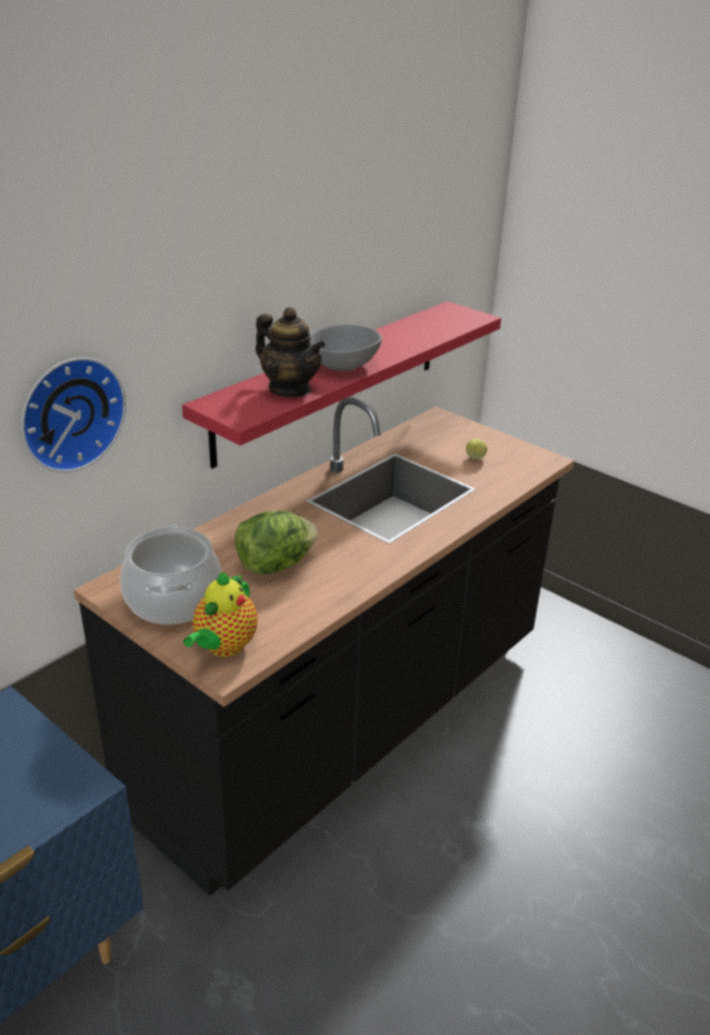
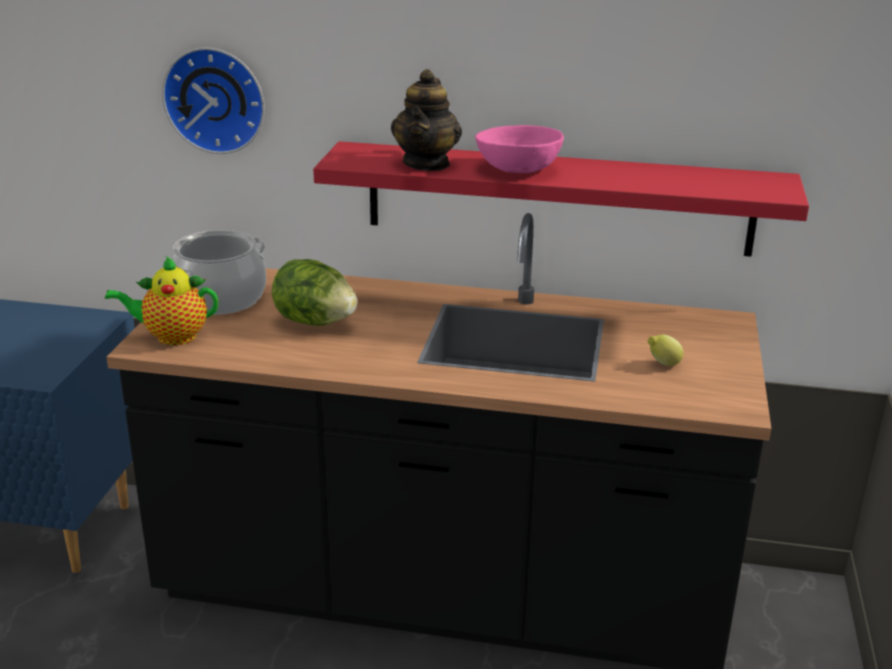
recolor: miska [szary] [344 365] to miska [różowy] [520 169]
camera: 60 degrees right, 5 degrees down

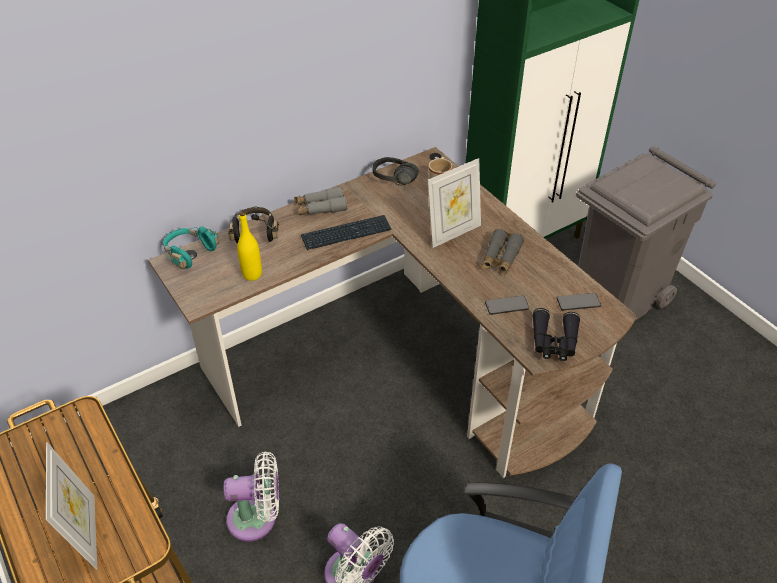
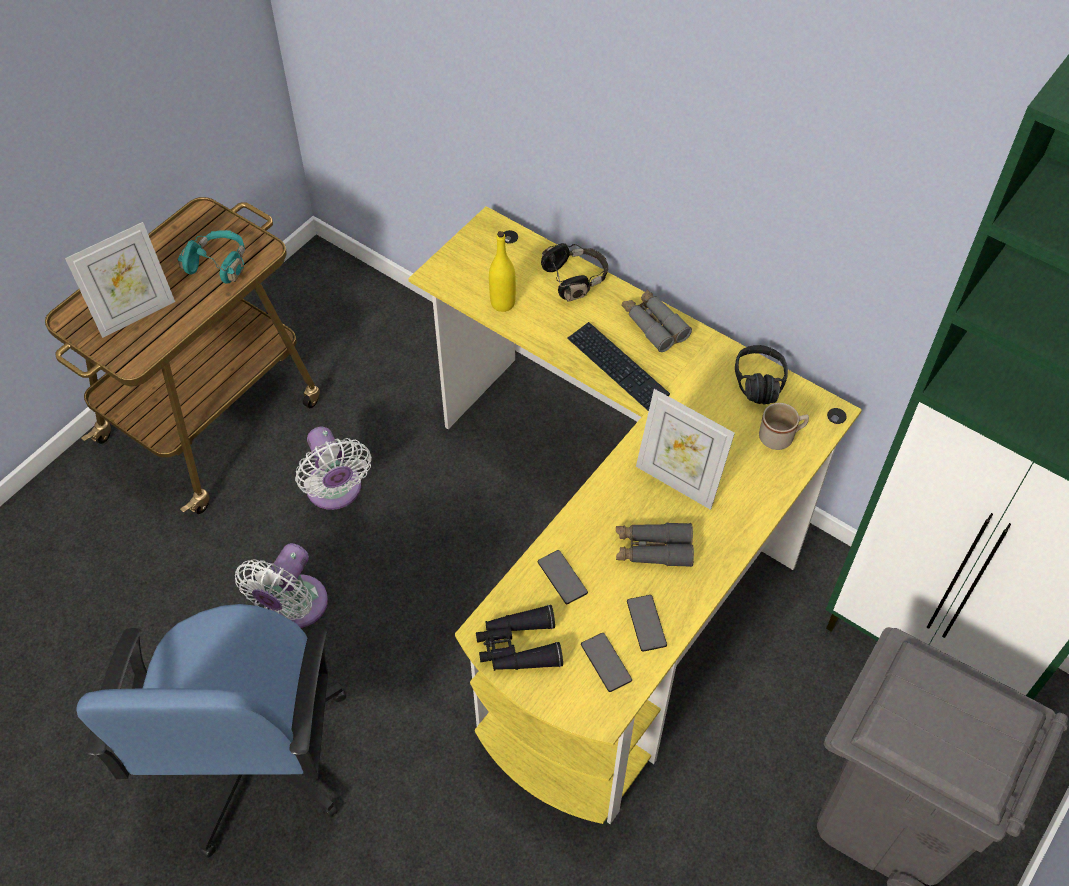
insert: telefon [646 623]
move: słuchawki [turkusowy] [189 253] to [219 264]
recolor: biurko [brązowy] [405 362] to biurko [żółty] [614 563]
camera: 70 degrees right, 10 degrees up

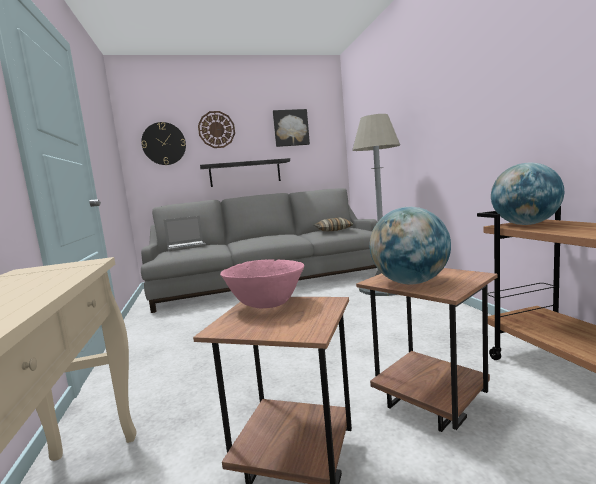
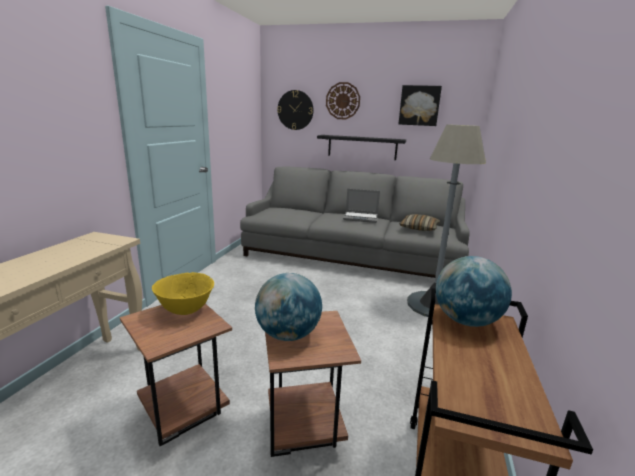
move: laptop [187 246] to [361 218]
recolor: miska [różowy] [266 305] to miska [żółty] [185 309]
camera: 30 degrees right, 10 degrees up

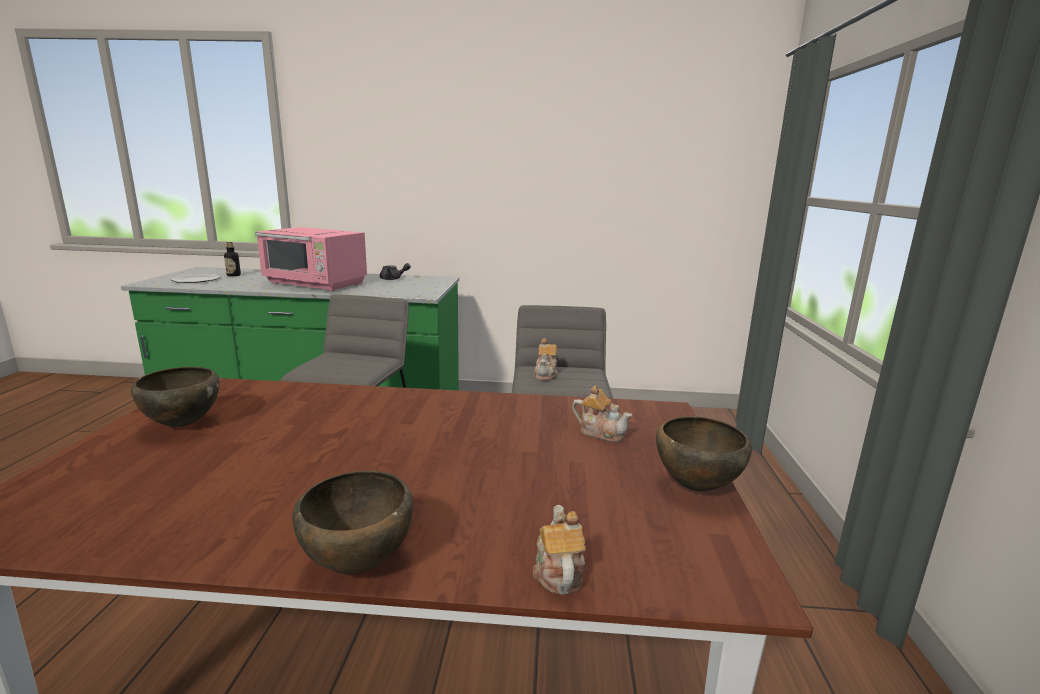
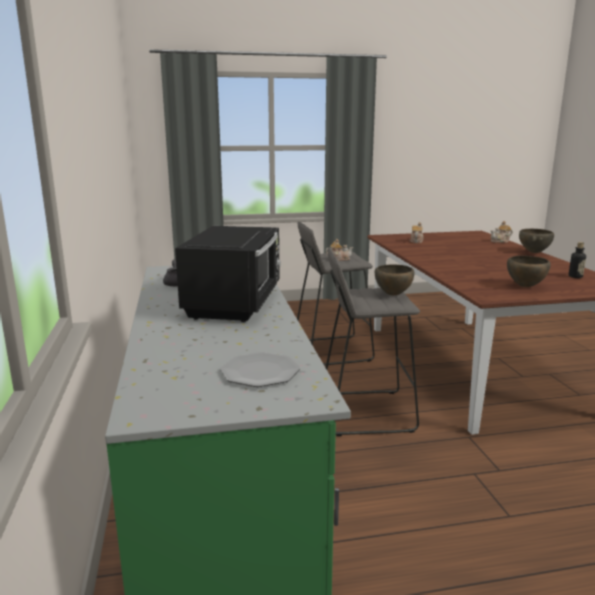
move: butelka [233 275] to [575 276]; miska [brązowy] [695 487] to [393 294]
recolor: mikrofalówka [różowy] [315 284] to mikrofalówka [czarny] [236 303]
camera: 105 degrees left, 0 degrees up

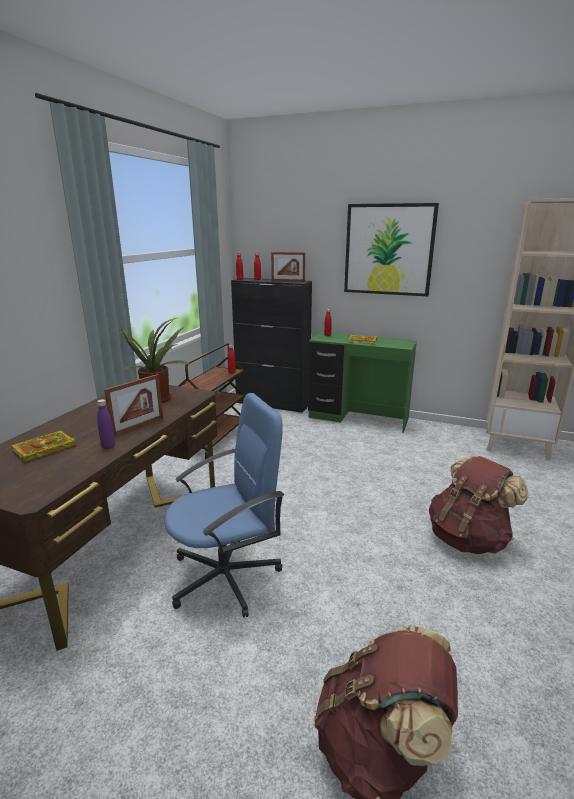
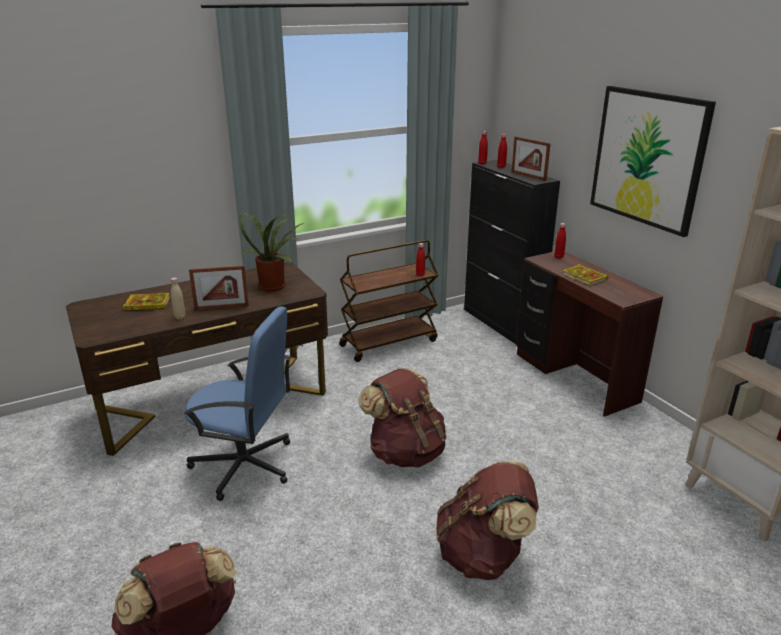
insert: plecak [brązowy] [405 452]
recolor: butelka [fioletowy] [108 446] to butelka [beżowy] [180 317]; biurko [zielony] [358 419] to biurko [brązowy] [573 378]
camera: 40 degrees right, 5 degrees up

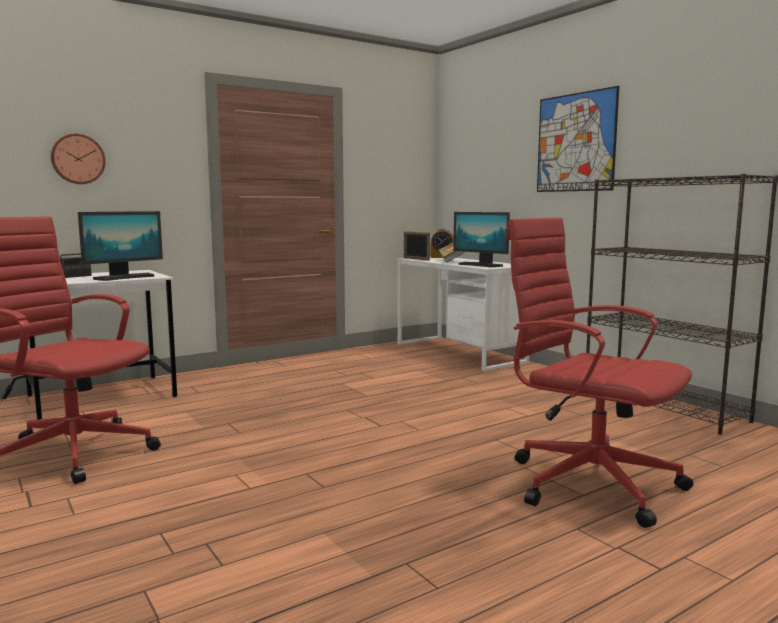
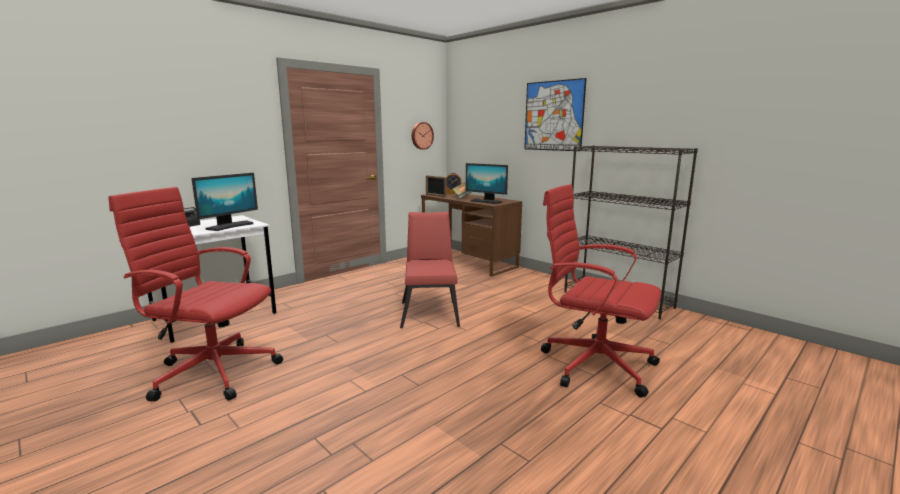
insert: krzesło [czerwony] [430 312]
move: zegar ścienny [78 159] to [421 135]
recolor: biurko [biały] [459 352] to biurko [brązowy] [468 261]
camera: 10 degrees left, 5 degrees up

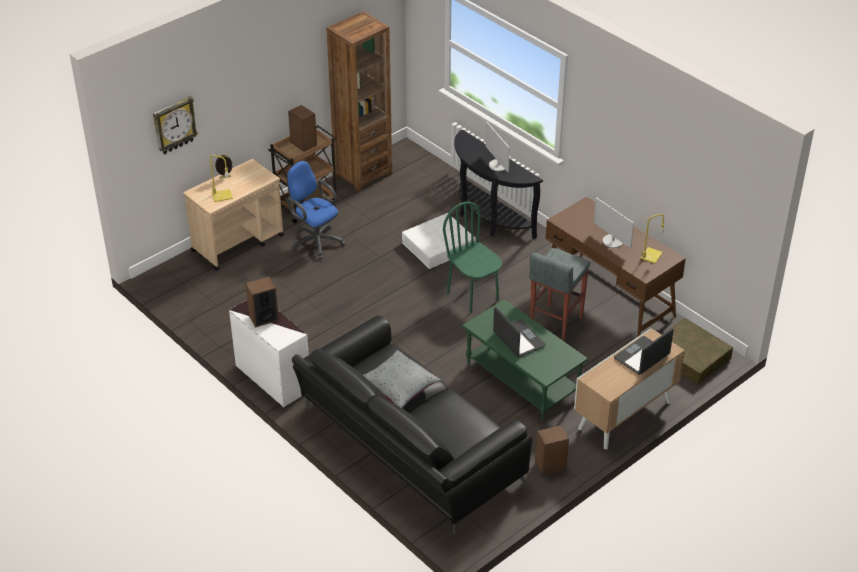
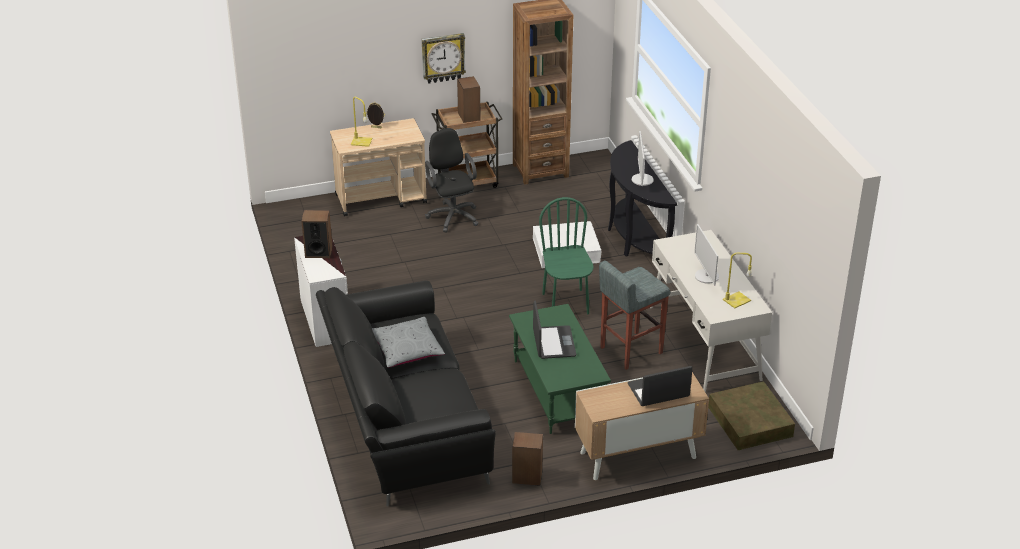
move: zegar ścienny [174 125] to [443 57]
recolor: krzesło biurowe [niebieski] [315 241] to krzesło biurowe [czarny] [452 215]; biurko [brązowy] [608 297] to biurko [biały] [704 342]
camera: 25 degrees right, 5 degrees down

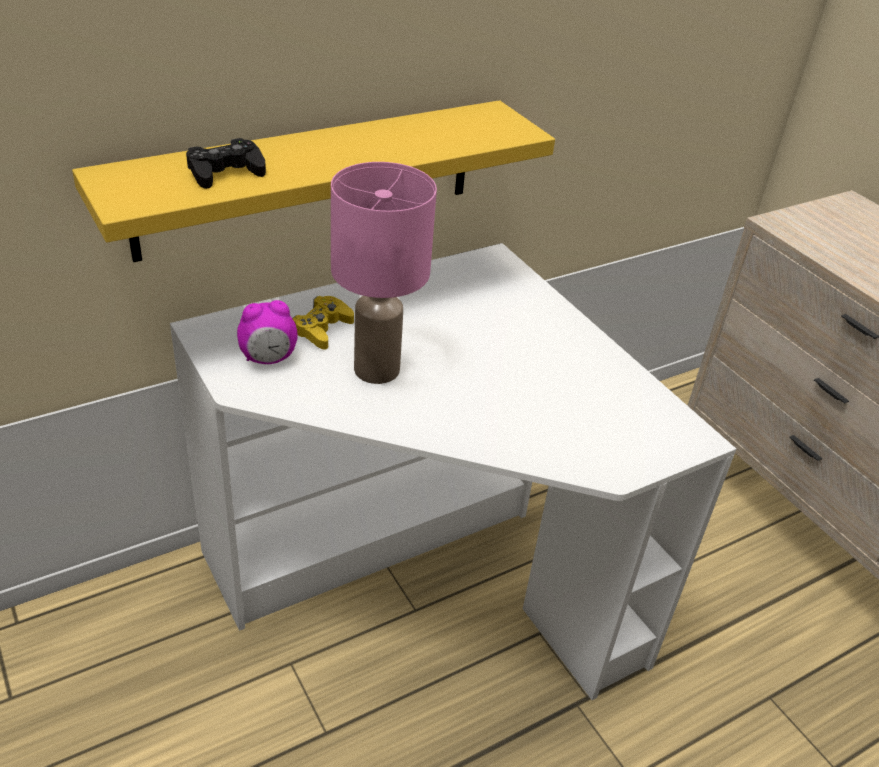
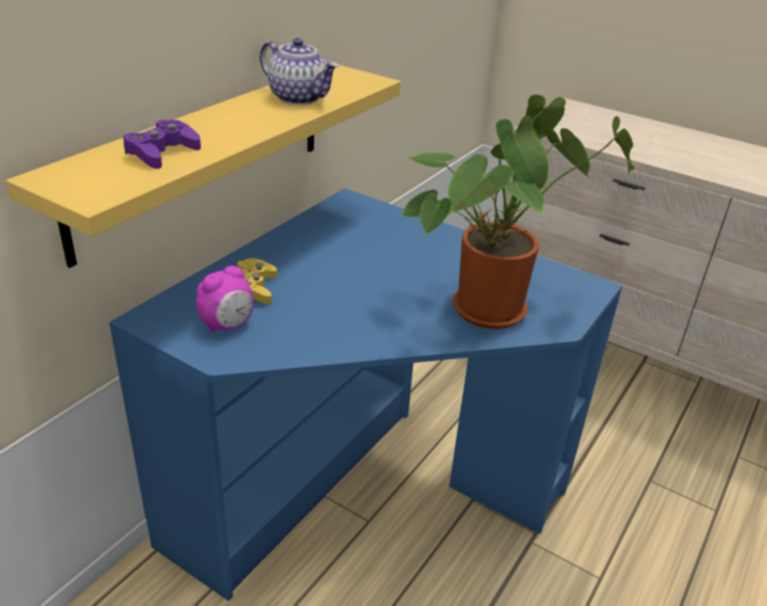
delete: lampa stołowa [różowy] [378 369]
insert: imbryk [299 98]; roślina doniczkowa [492 306]
recolor: biurko [biały] [425 579] to biurko [niebieski] [361 493]; pad do gier [czarny] [225 172] to pad do gier [fioletowy] [162 153]
camera: 25 degrees left, 5 degrees down

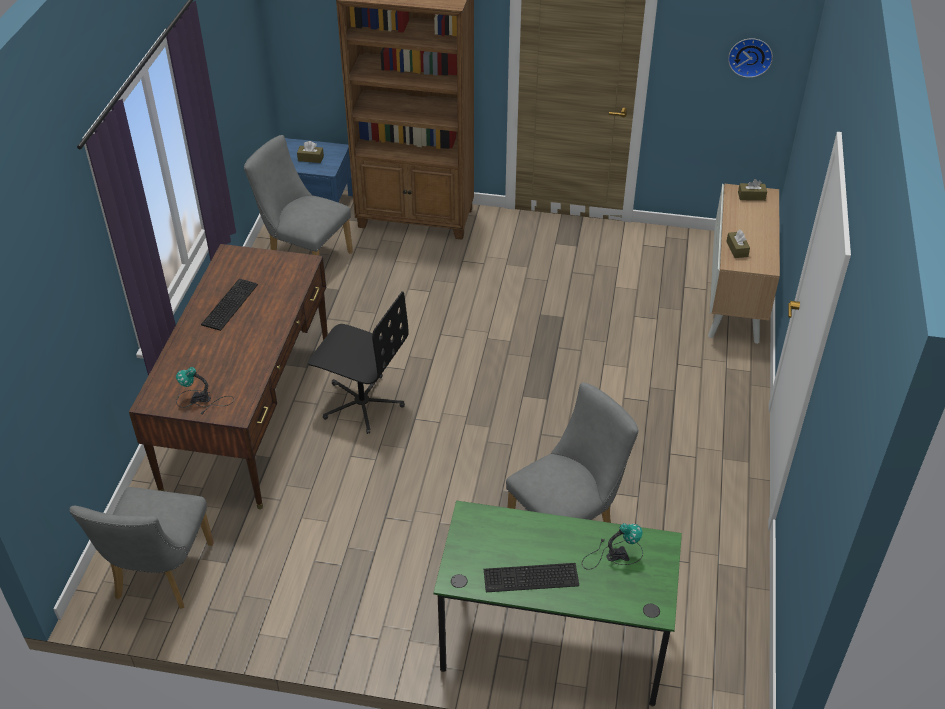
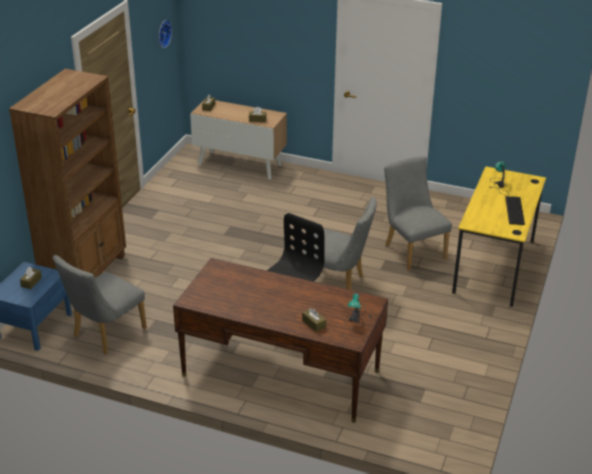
delete: klawiatura [228 304]
insert: pudełko chusteczek [brązowy] [314 324]
move: krzesło [szary] [160 577] to [337 284]
recolor: biurko [zielony] [553 642] to biurko [żółty] [494 266]
camera: 80 degrees left, 10 degrees down

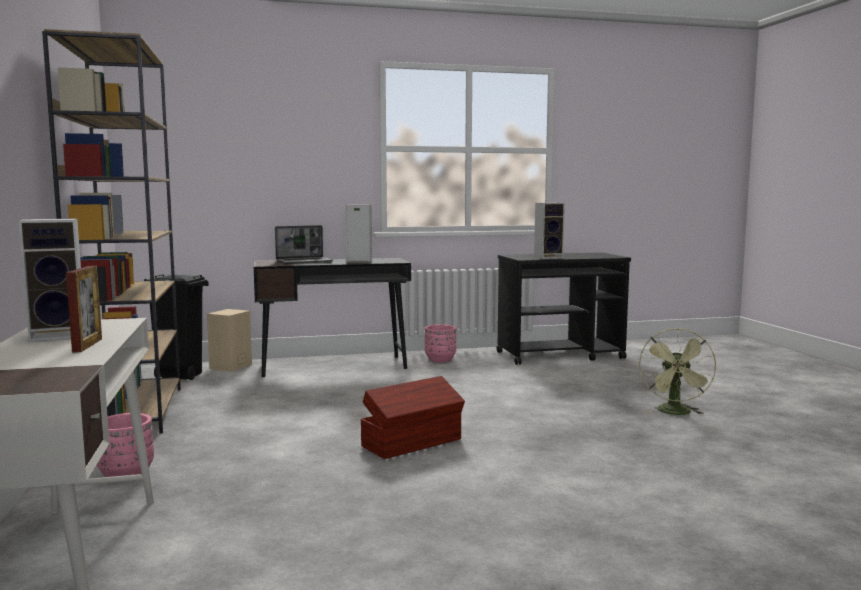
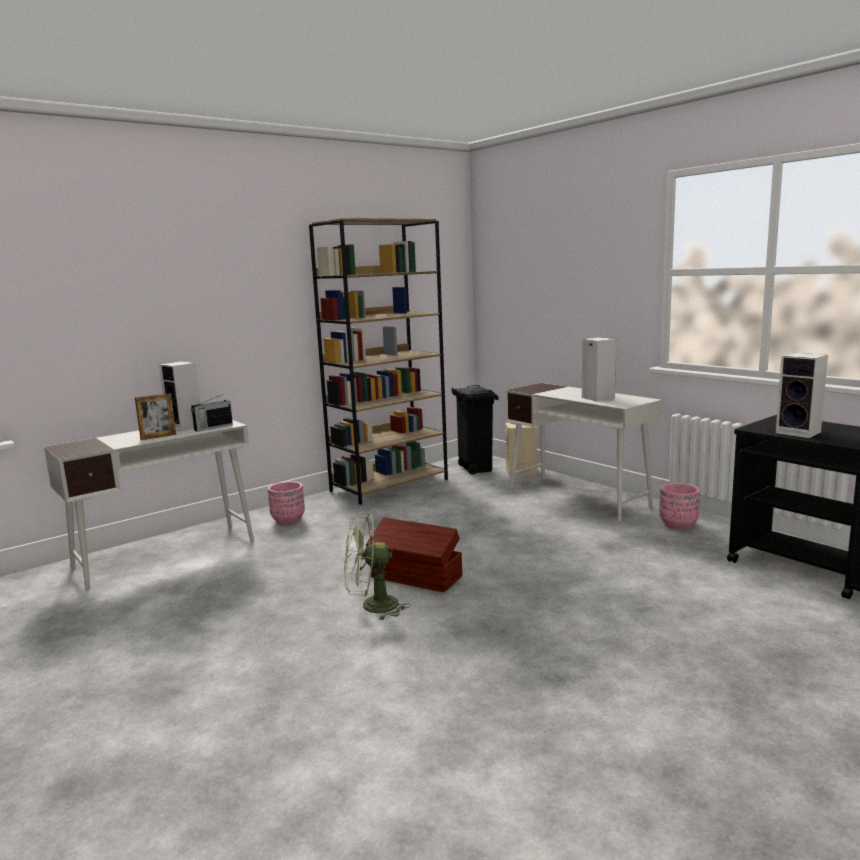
delete: laptop [305 262]
insert: radio [212 427]
move: wentylator [zielony] [676 413] to [372 607]
recolor: biurko [czarny] [334 366] to biurko [biały] [578 497]
camera: 65 degrees right, 5 degrees up

